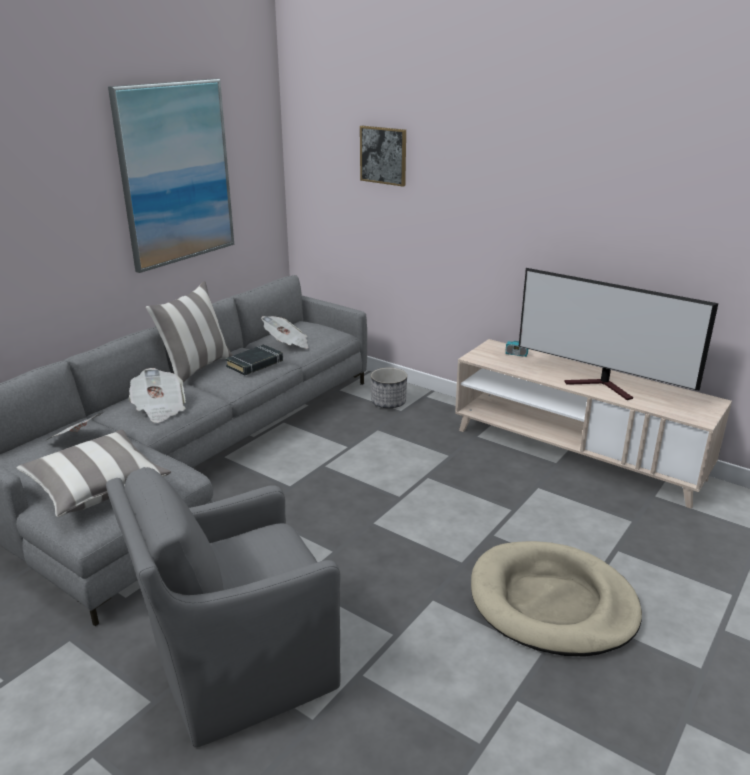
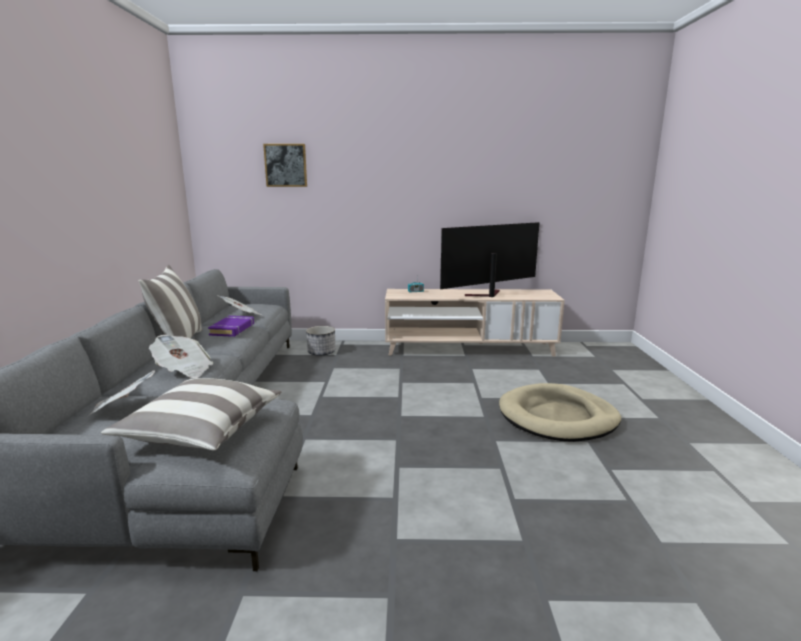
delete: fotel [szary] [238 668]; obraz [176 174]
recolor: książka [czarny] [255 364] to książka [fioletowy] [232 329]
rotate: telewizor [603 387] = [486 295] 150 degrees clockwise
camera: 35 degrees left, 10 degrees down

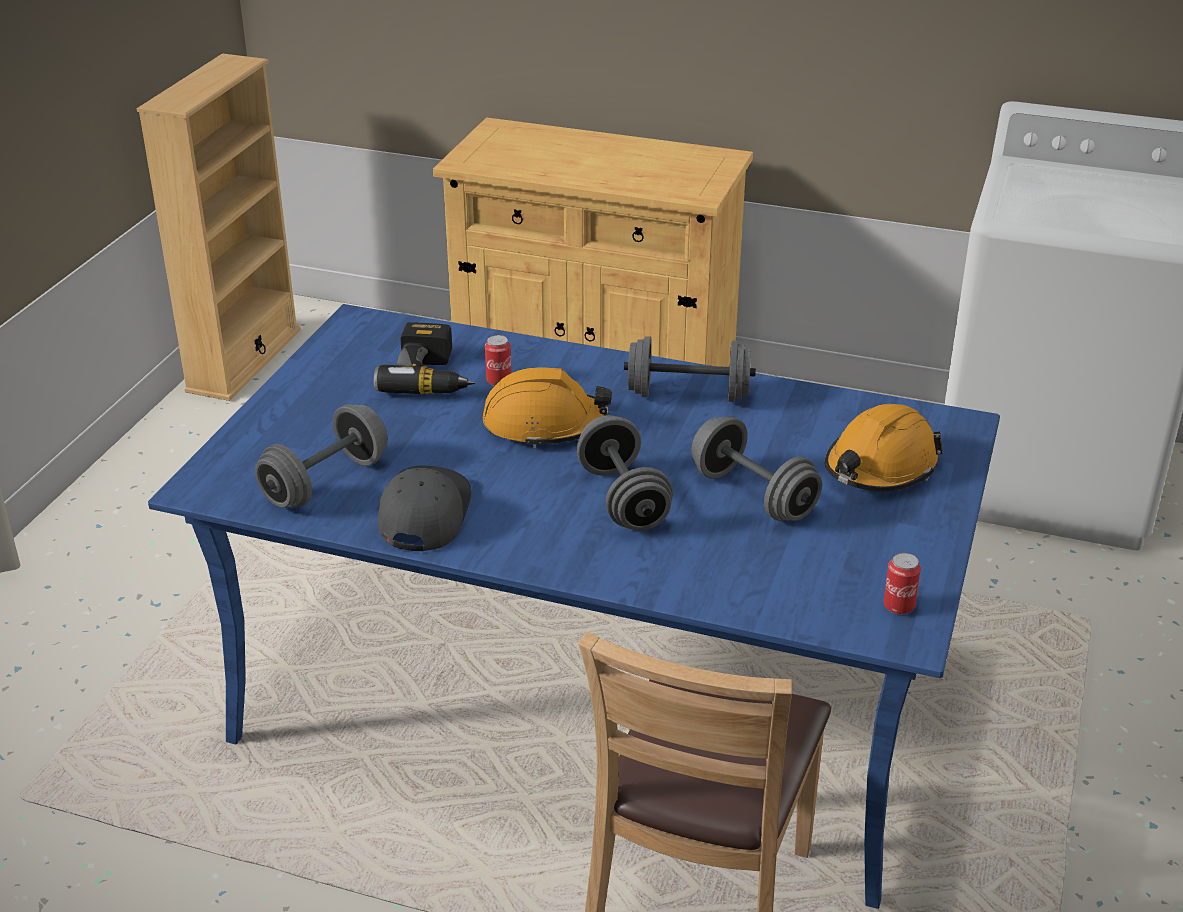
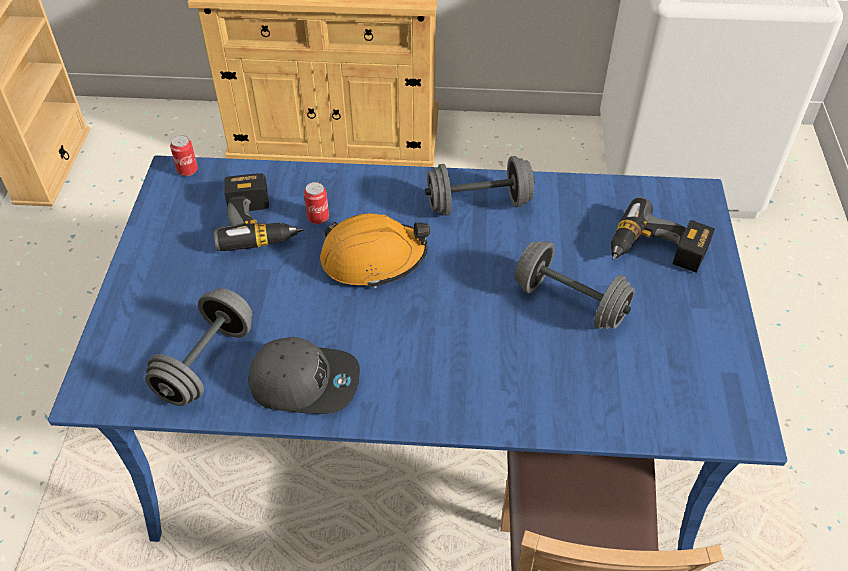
delete: hantel [szary] [623 499]
move: puszka [898 606] to [187 170]
replace: kask [pomarańczowy] [880 467] to wiertarka [655 252]
rotate: czapka z daszkiem [szary] [423 514] = [305 382] 105 degrees clockwise
camera: 15 degrees left, 15 degrees up

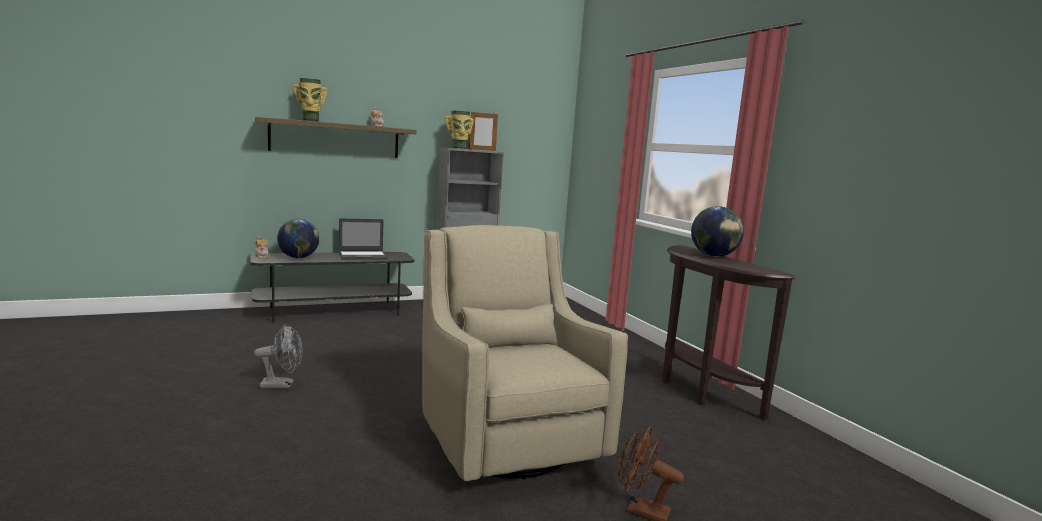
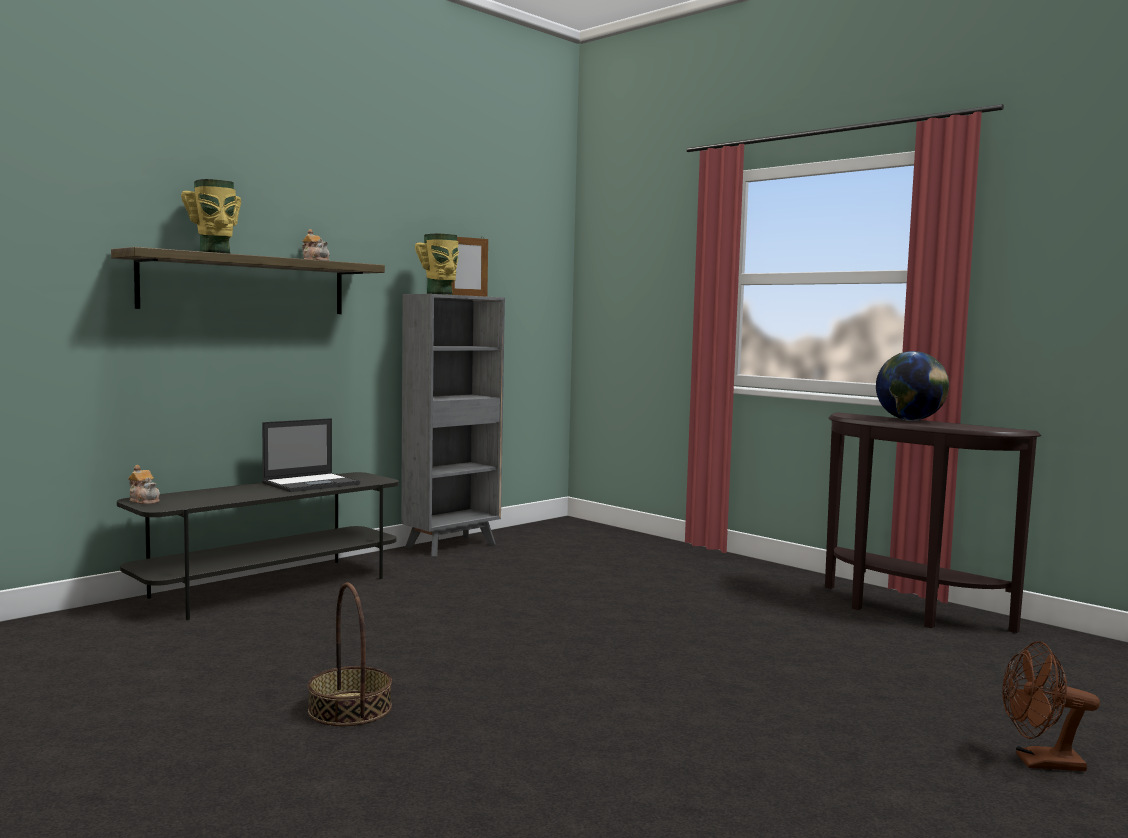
delete: globus [298 258]; fotel [beżowy] [505 440]
replace: wentylator [szary] [282 385] to koszyk [349 709]
camera: 20 degrees left, 5 degrees down

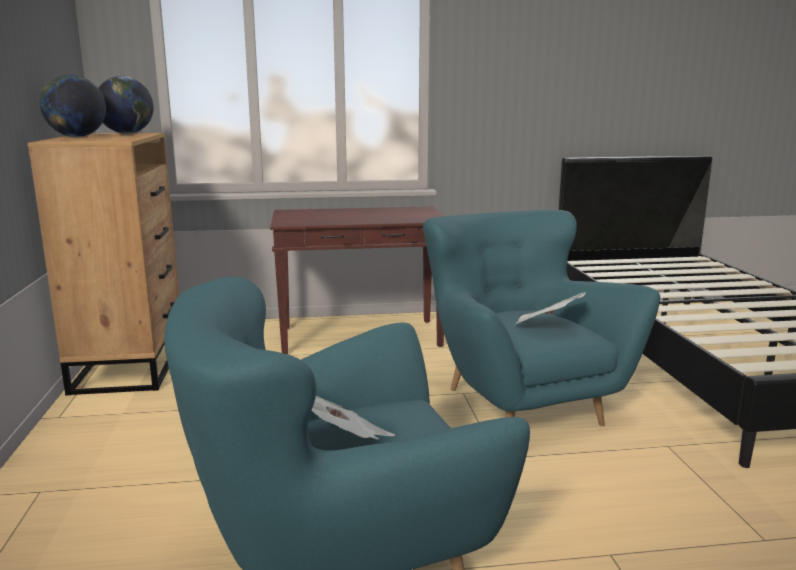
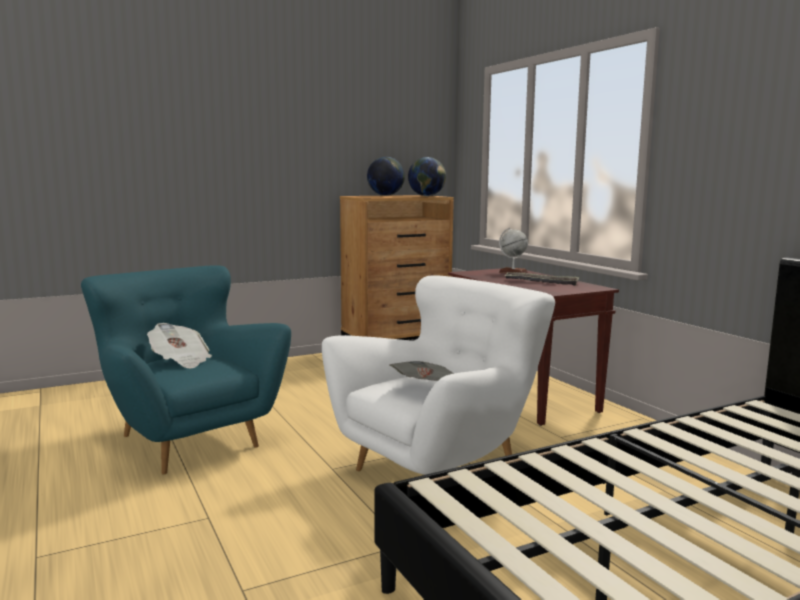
insert: globus [512 272]; taca [541 282]
recolor: fotel [turkusowy] [519 404] to fotel [biały] [440 469]
camera: 70 degrees right, 5 degrees down

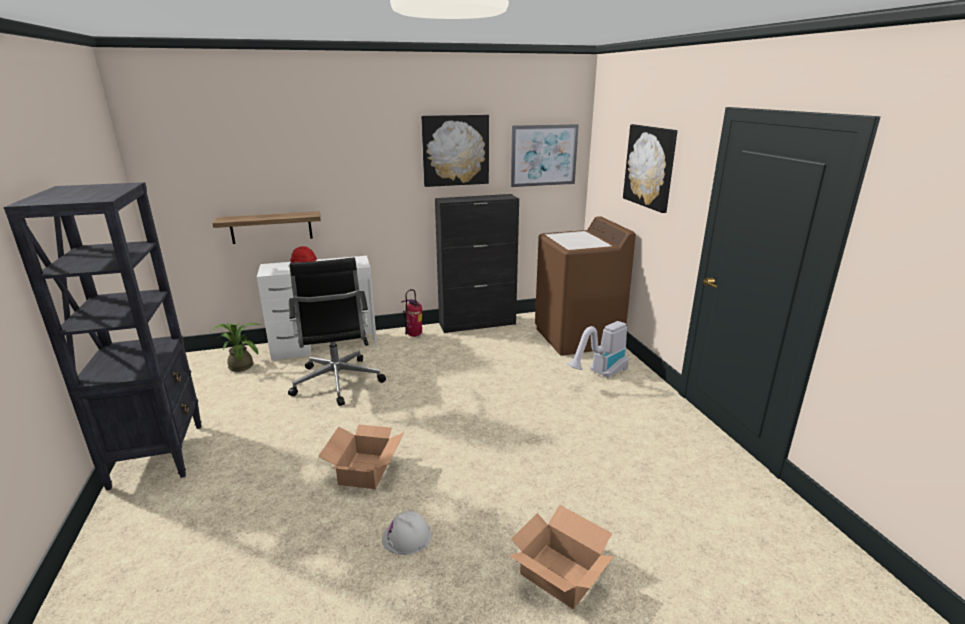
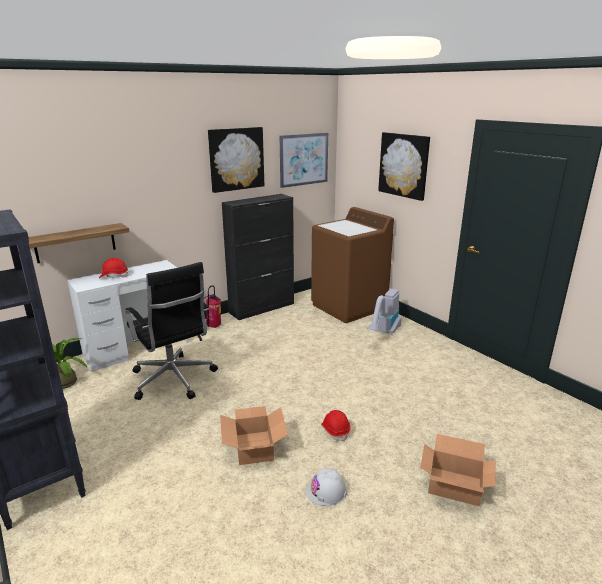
insert: kask [czerwony] [335 430]
camera: 20 degrees left, 0 degrees up

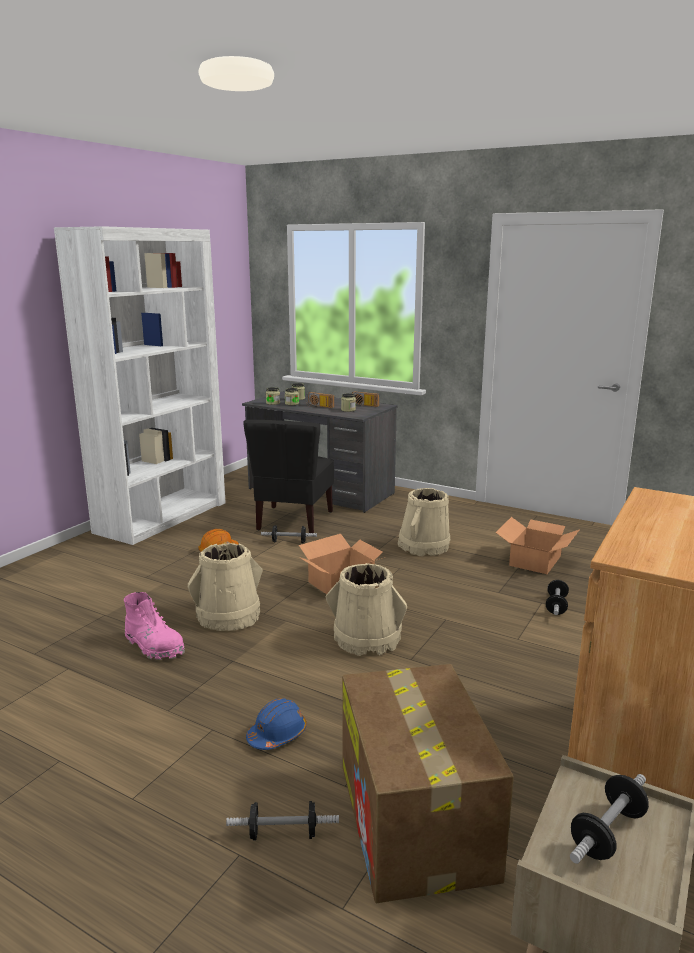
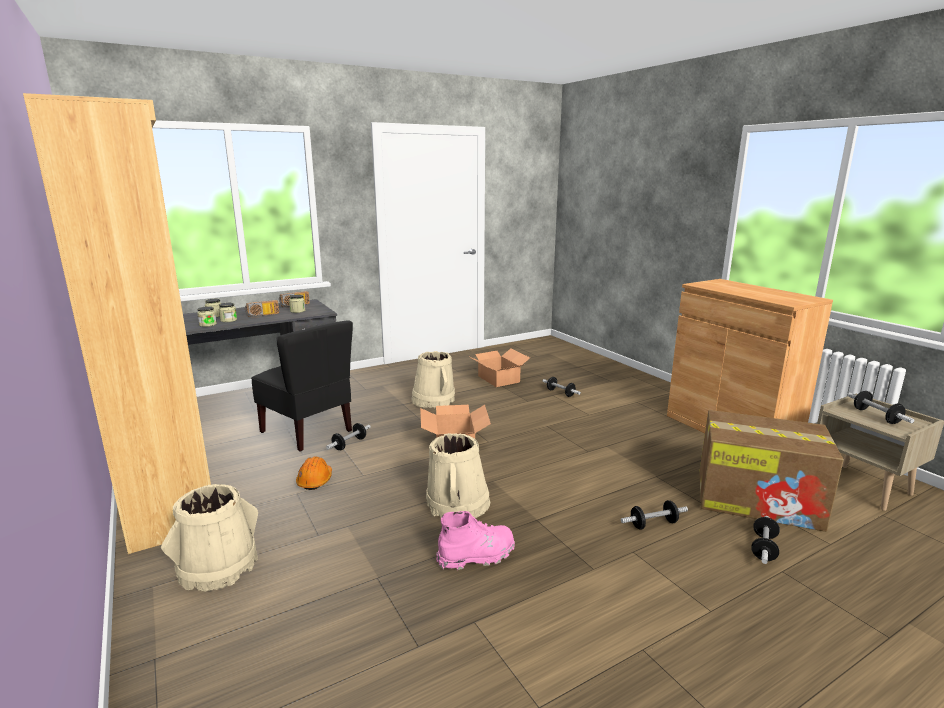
move: wiadro [beżowy] [366 638] to [217 567]
replace: kask [niebieski] [277 735] to hantel [653 524]
recolor: regał [biały] [162 517] to regał [brązowy] [171 494]
camera: 60 degrees left, 0 degrees up

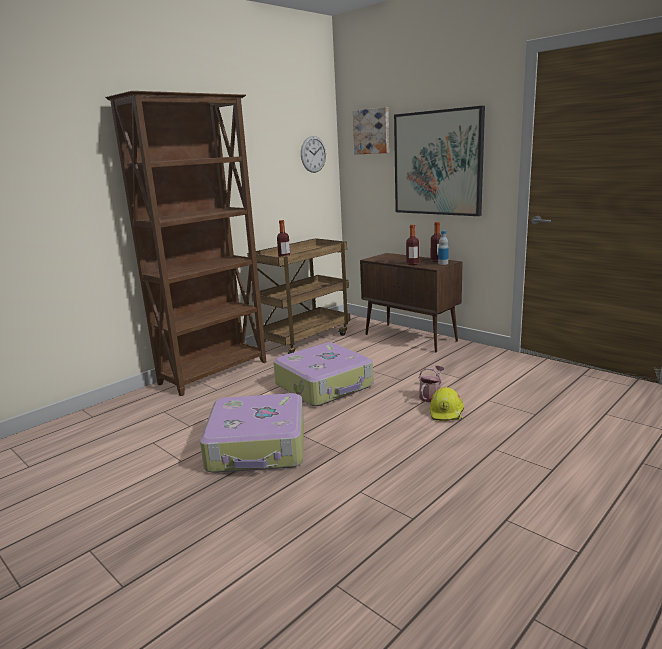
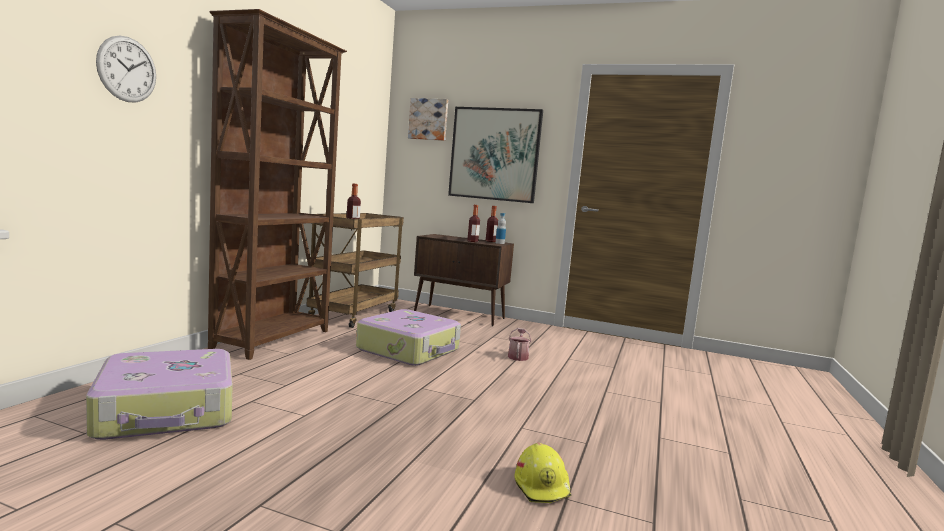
move: walizka [258 447] to [167 411]; zegar ścienny [313 154] to [127 69]; kask [żółty] [447 413] to [543 486]
camera: 25 degrees left, 10 degrees down

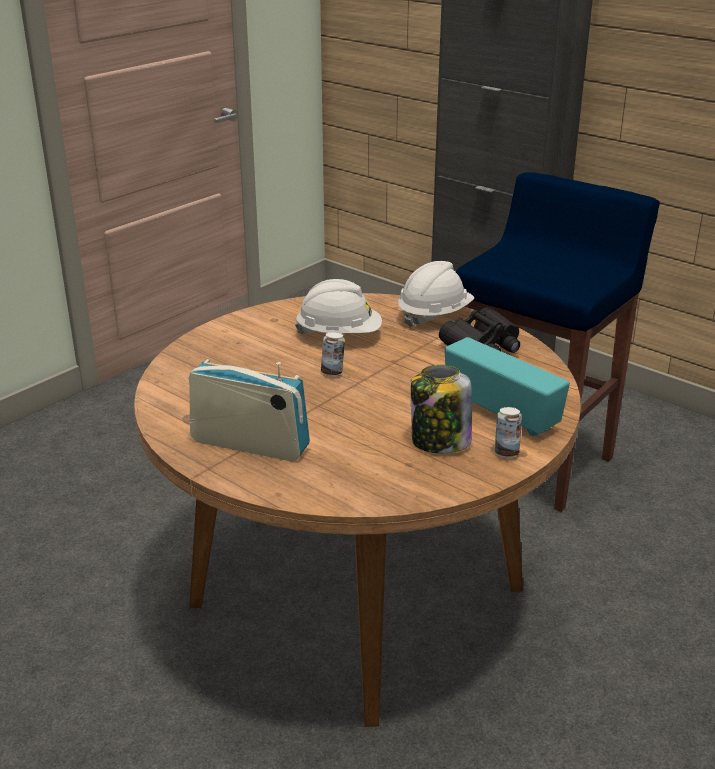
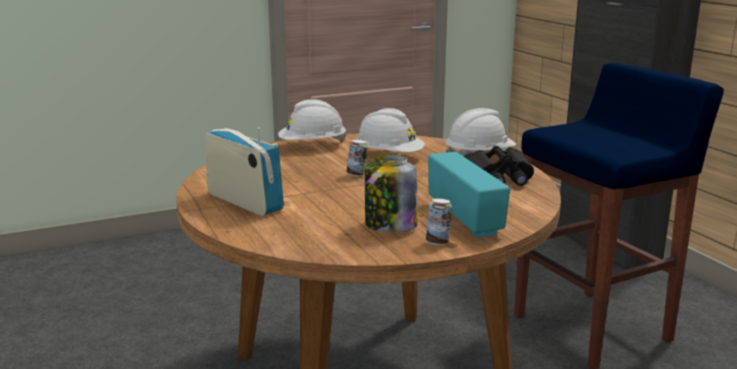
insert: kask [biały] [312 146]
camera: 25 degrees right, 10 degrees down

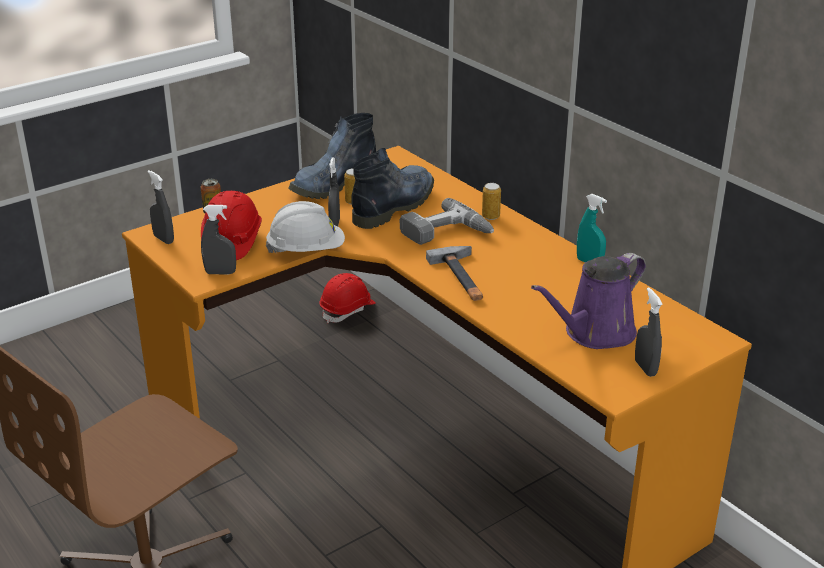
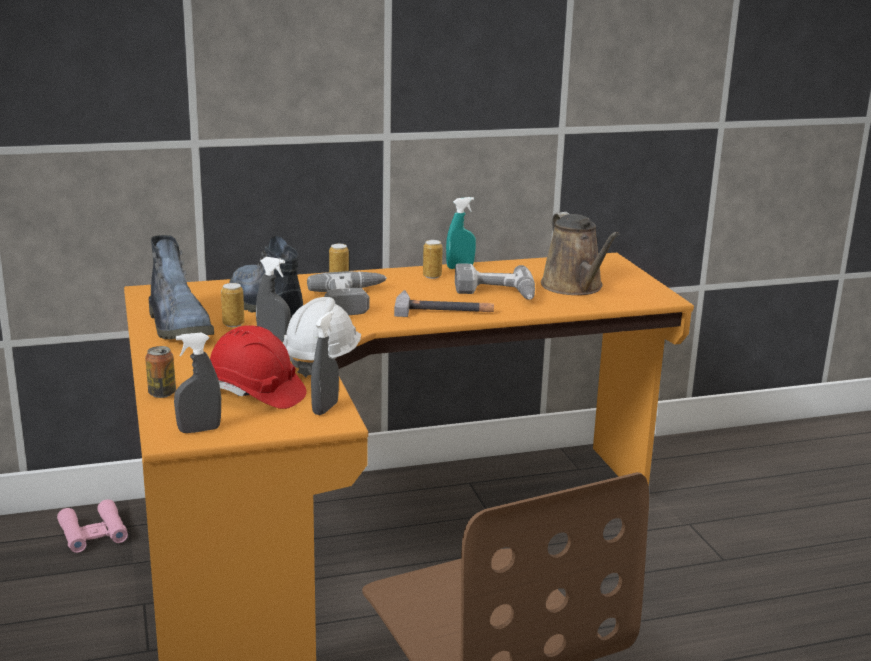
delete: spryskiwacz [szary] [645 368]
insert: puszka [432 276]; wiertarka [495 294]
replace: kask [czerwony] [348 310] to lornetka [różowy] [93 533]
recolor: konewka [fioletowy] [595 333] to konewka [brązowy] [574 287]
camera: 70 degrees left, 10 degrees down

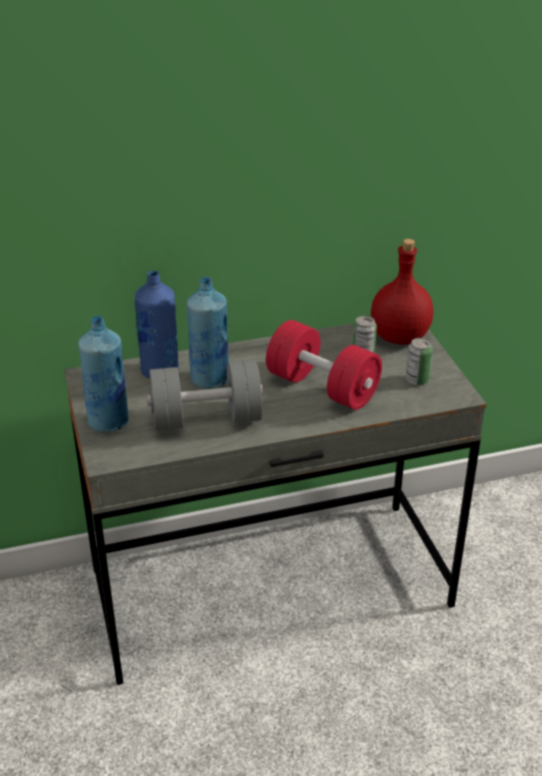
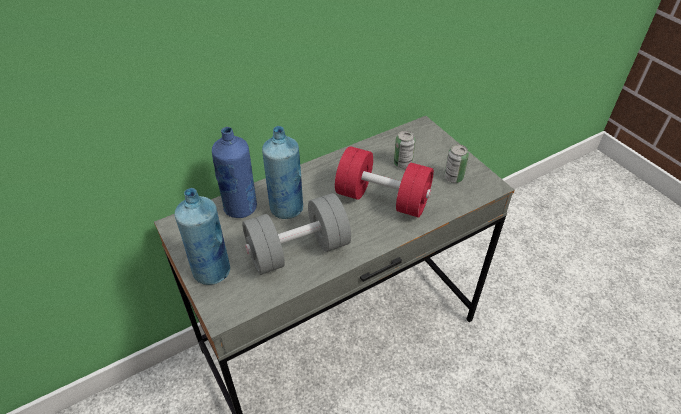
delete: butelka [czerwony] [400 337]
camera: 15 degrees left, 10 degrees up

